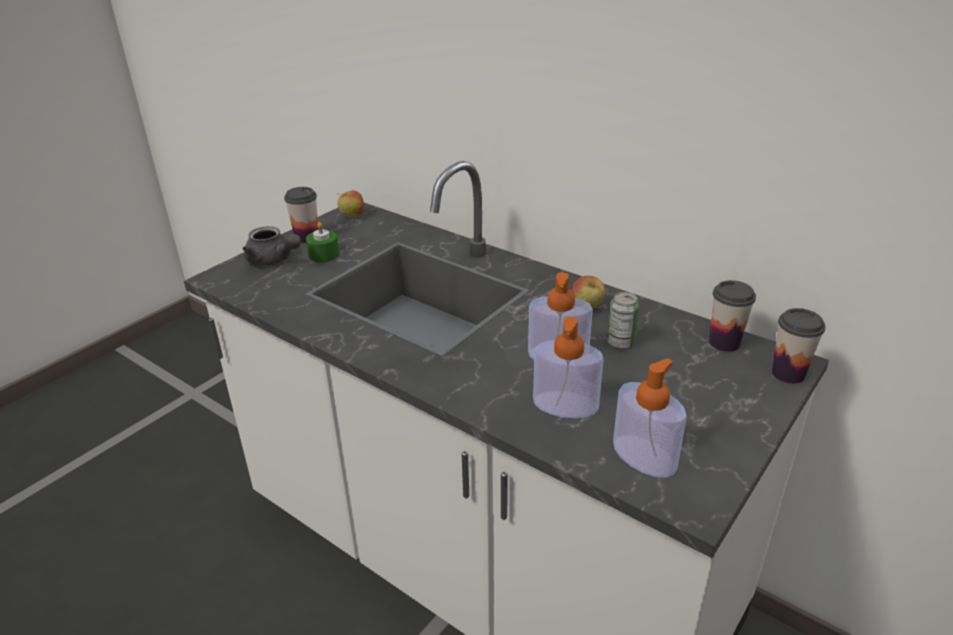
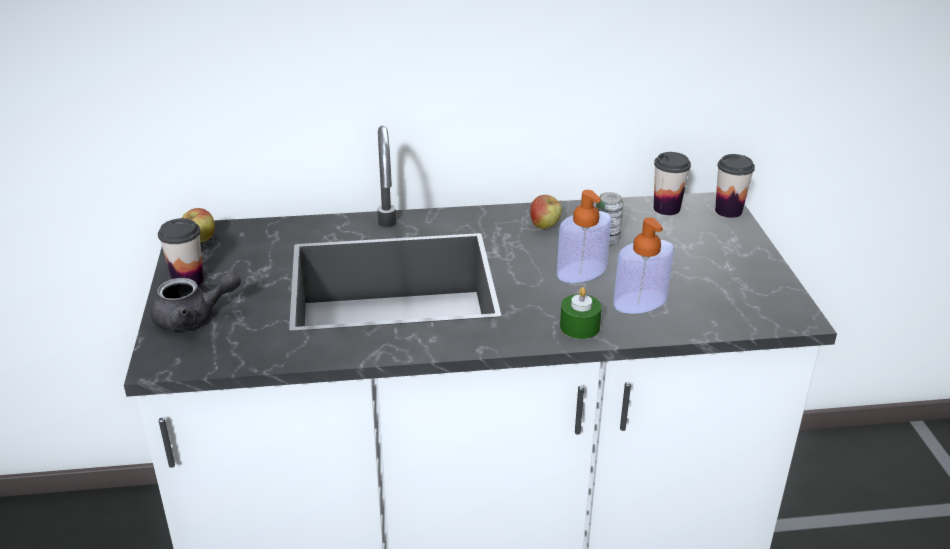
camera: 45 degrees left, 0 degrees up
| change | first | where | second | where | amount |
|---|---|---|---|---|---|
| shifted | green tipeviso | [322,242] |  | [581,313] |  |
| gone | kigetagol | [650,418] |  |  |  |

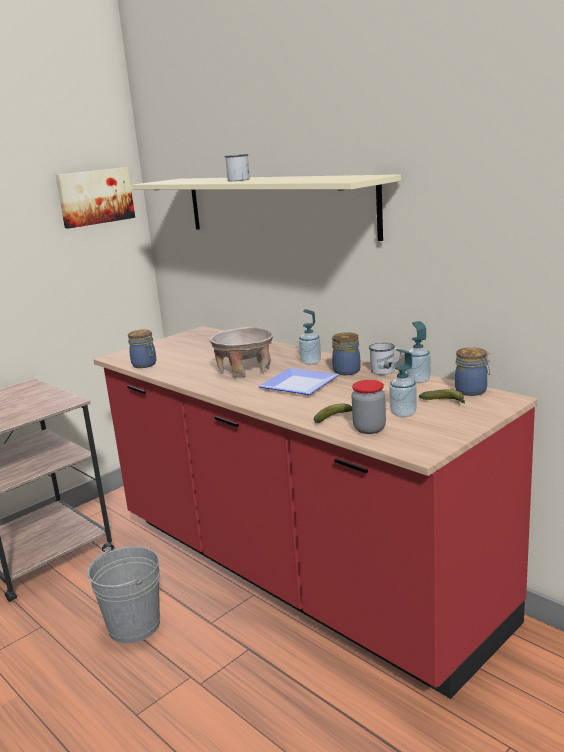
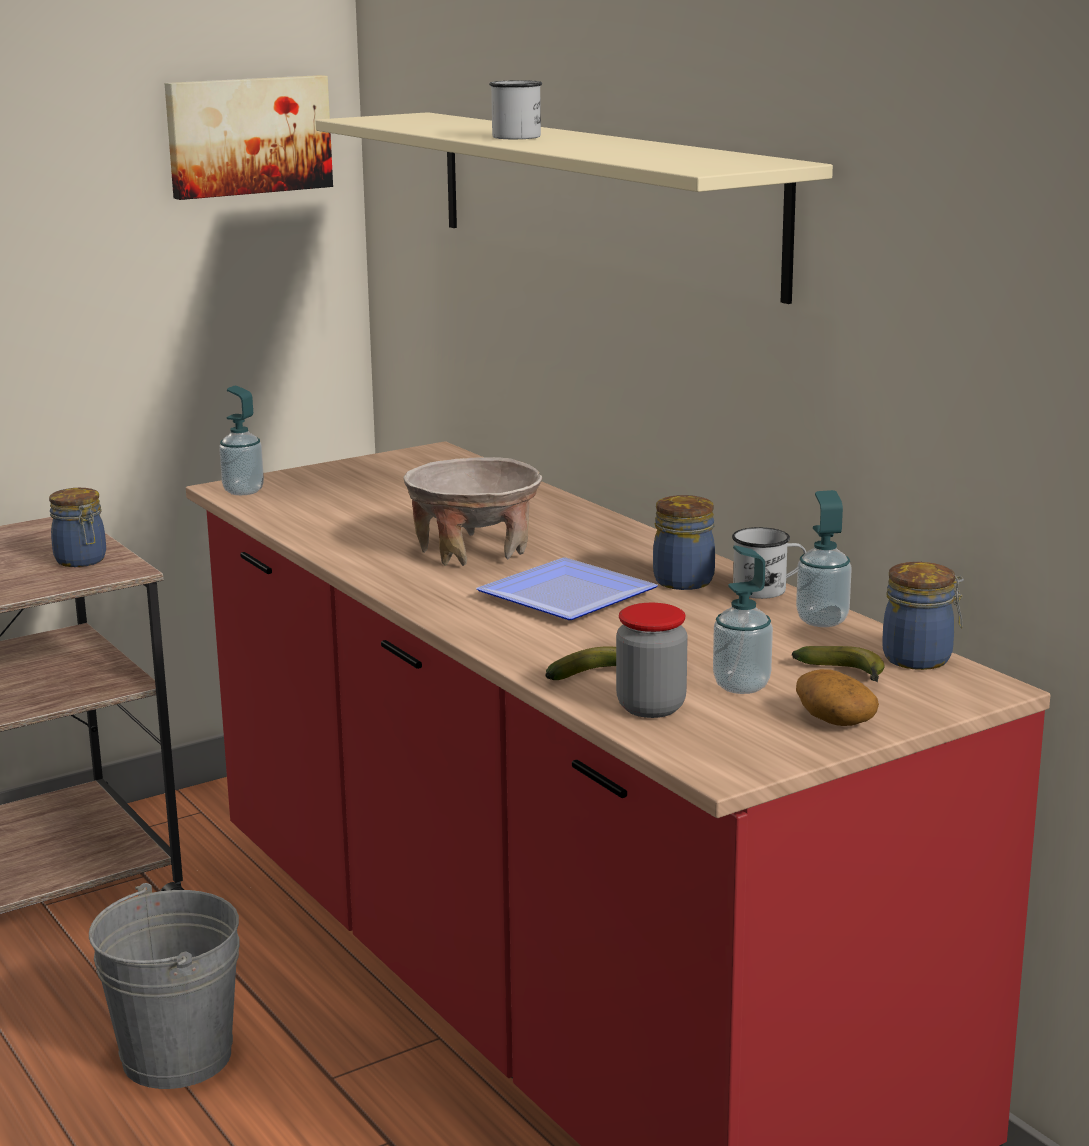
camera: 10 degrees right, 0 degrees up
| change | first | where | second | where | amount |
|---|---|---|---|---|---|
| shifted | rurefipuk | [142,348] |  | [77,527] |  |
| shifted | kigetagol | [310,337] |  | [241,440] |  |
| new |  |  | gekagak | [837,697] |  |

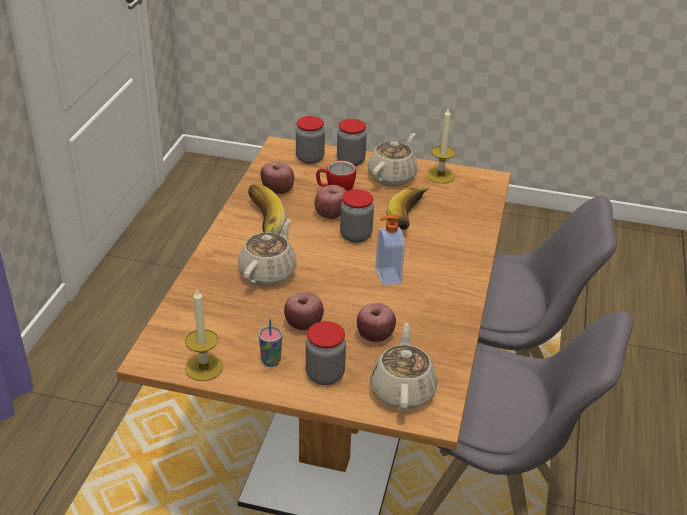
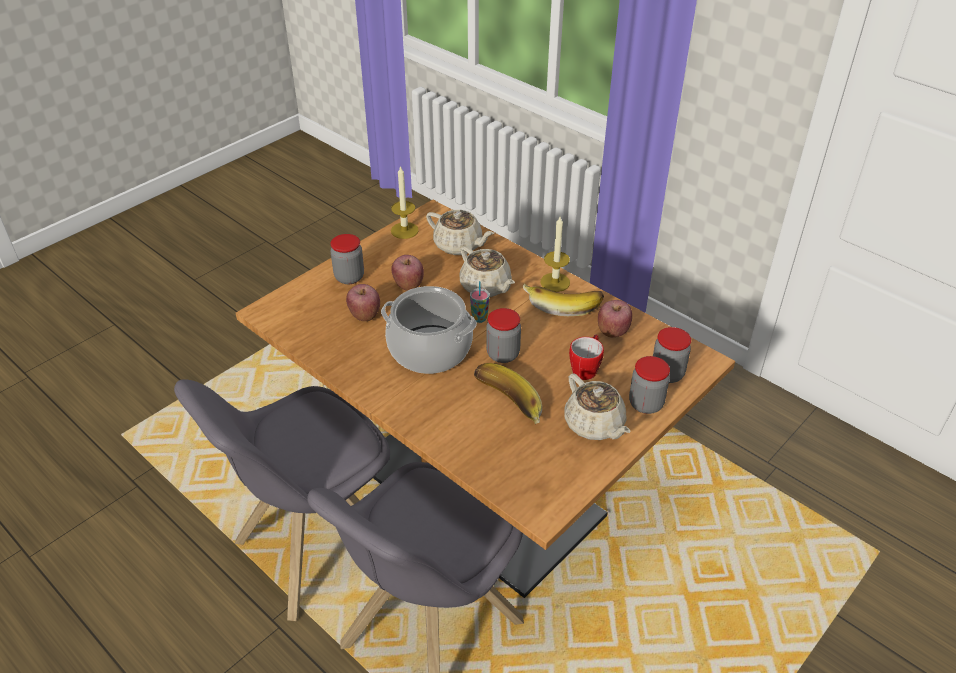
camera: 120 degrees right, 5 degrees up
| change | first | where | second | where | amount |
|---|---|---|---|---|---|
| swapped | kigetagol | [390,250] | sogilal | [429,330] |  |
| shifted | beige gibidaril | [404,367] |  | [460,232] |  |
| shifted | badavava | [270,343] |  | [479,302] |  |
| shifted | tipeviso | [441,146] |  | [555,254] |  |
| gone | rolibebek | [331,202] |  |  |  |

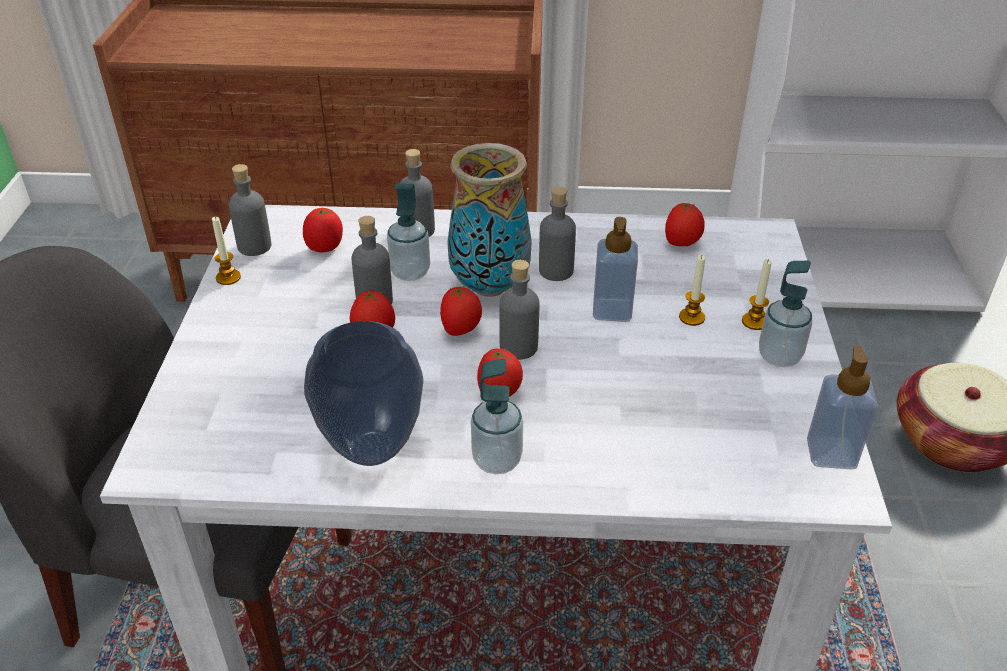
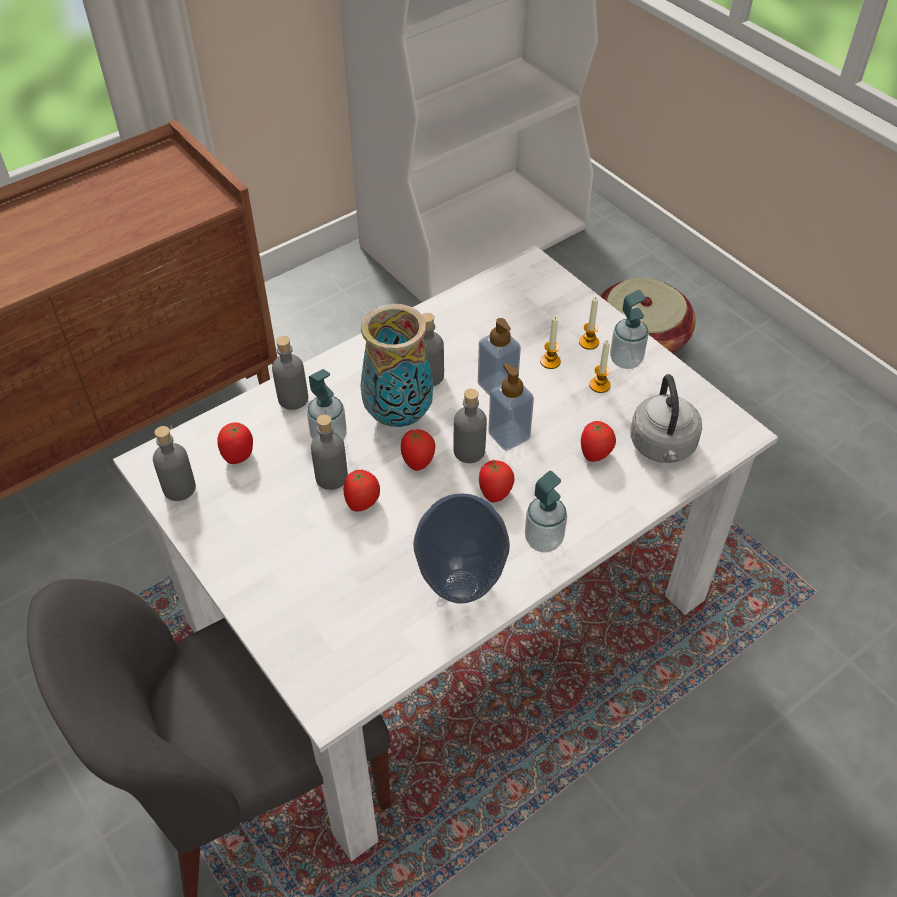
camera: 40 degrees left, 10 degrees up
| change | first | where | second | where | amount |
|---|---|---|---|---|---|
| shifted | kigetagol | [842,407] |  | [511,407] |  |
| shifted | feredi | [685,224] |  | [598,441] |  |
| shifted | tipeviso | [226,251] |  | [600,366] |  |
| new |  |  | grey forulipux | [666,418] |  |

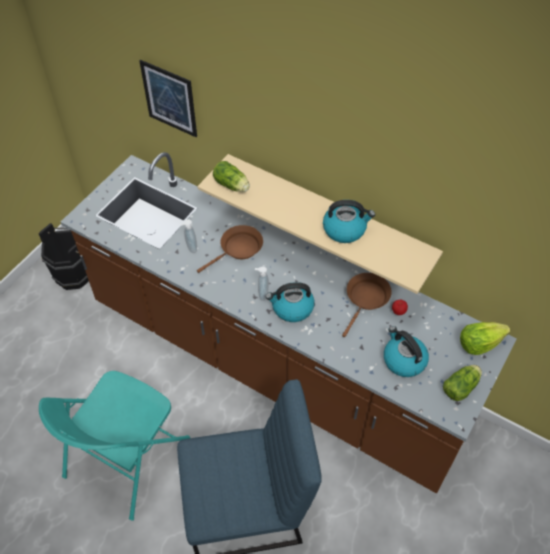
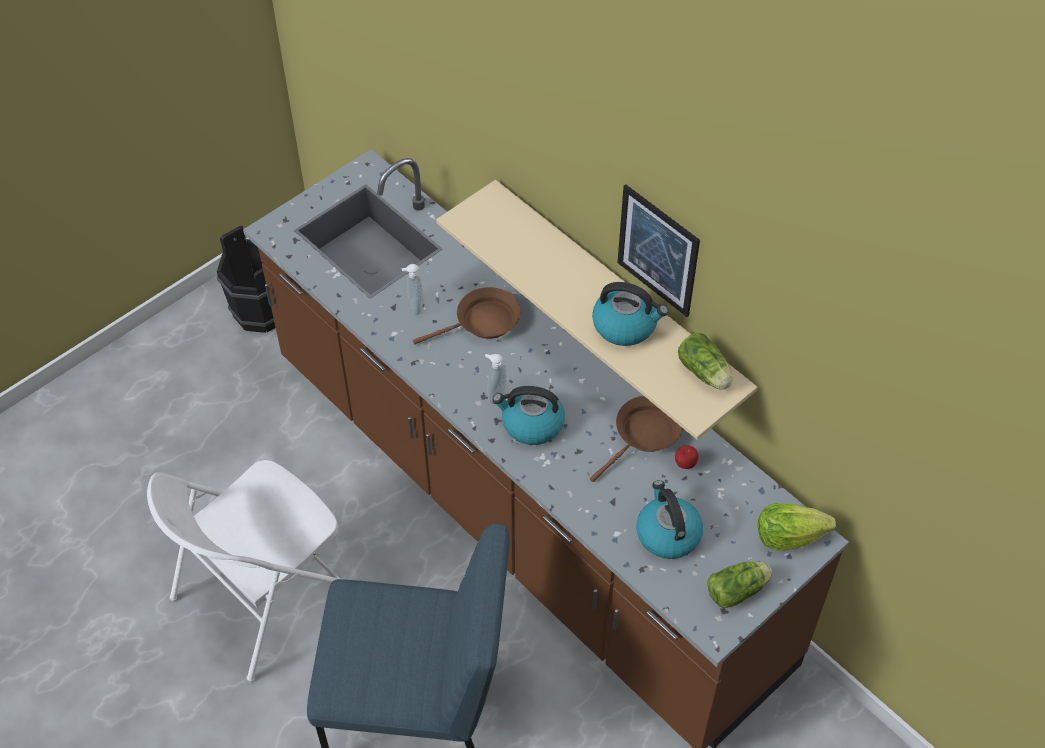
camera: 15 degrees right, 0 degrees up
| change | first | where | second | where | amount |
|---|---|---|---|---|---|
| repainted | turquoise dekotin | [114,446] | white dekotin | [243,571] |  |
| shifted | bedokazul | [168,98] |  | [658,251] |  |
| shifted | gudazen | [231,176] |  | [705,361] |  |

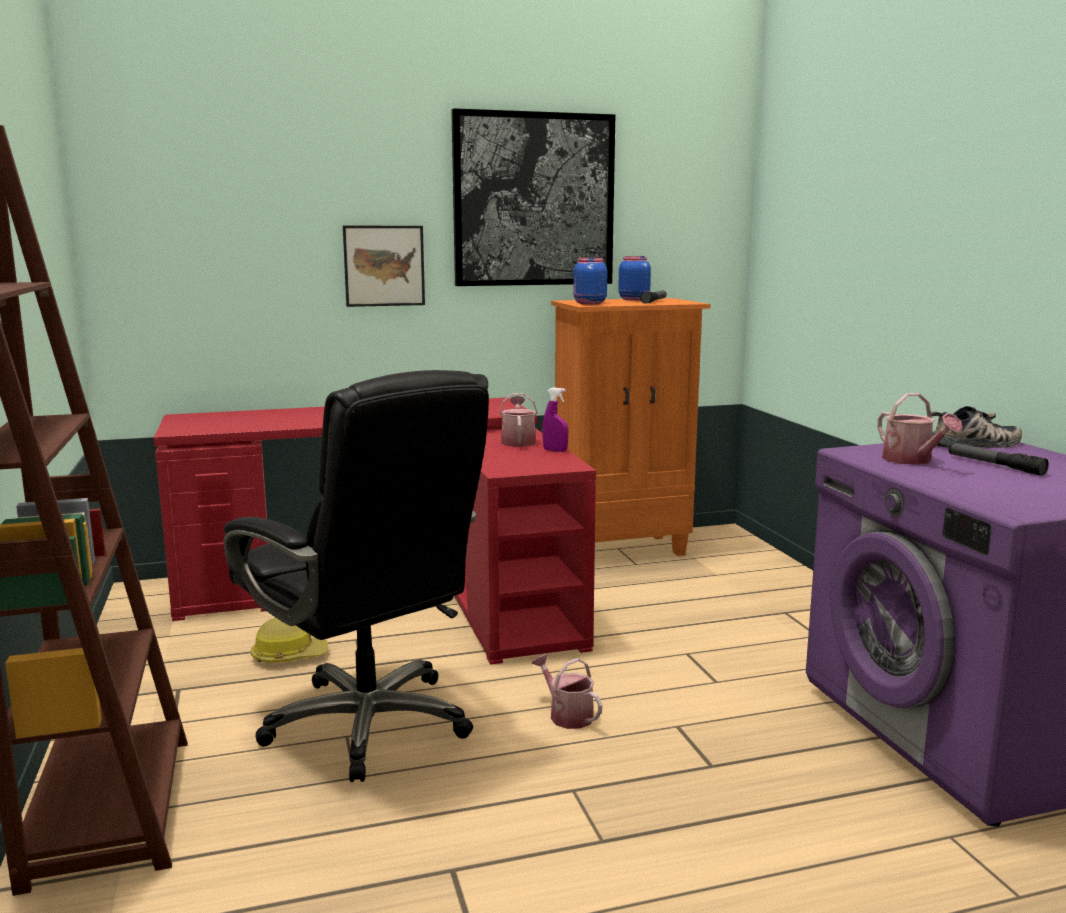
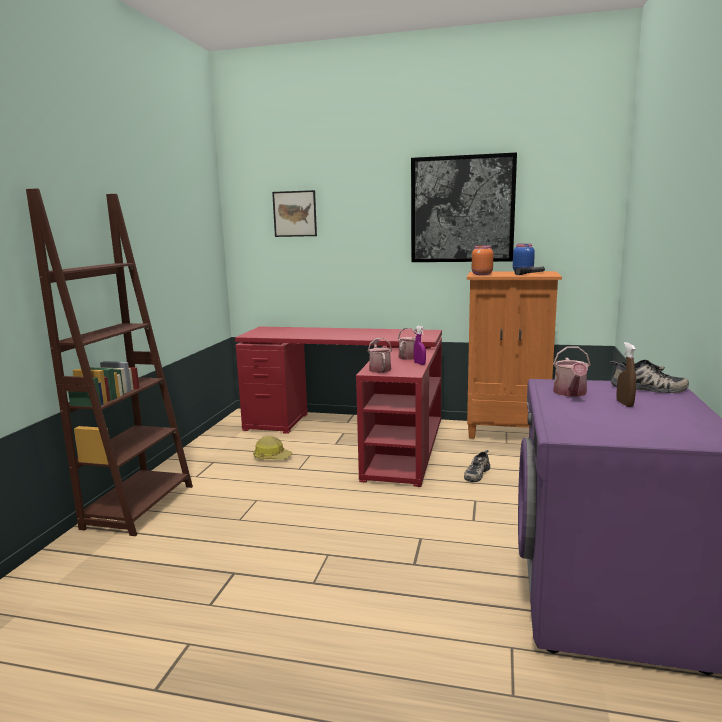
camera: 30 degrees right, 0 degrees up
| change | first | where | second | where | amount |
|---|---|---|---|---|---|
| shifted | bedokazul | [384,266] |  | [294,213] |  |
| shifted | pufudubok | [567,691] |  | [380,355] |  |
| new |  |  | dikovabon | [477,466] |  |
| repainted | blue rurefipuk | [590,281] | orange rurefipuk | [483,260] |  |
| swapped | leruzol | [999,459] | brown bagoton | [626,374] |  |
| gone | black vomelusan | [356,576] |  |  |  |

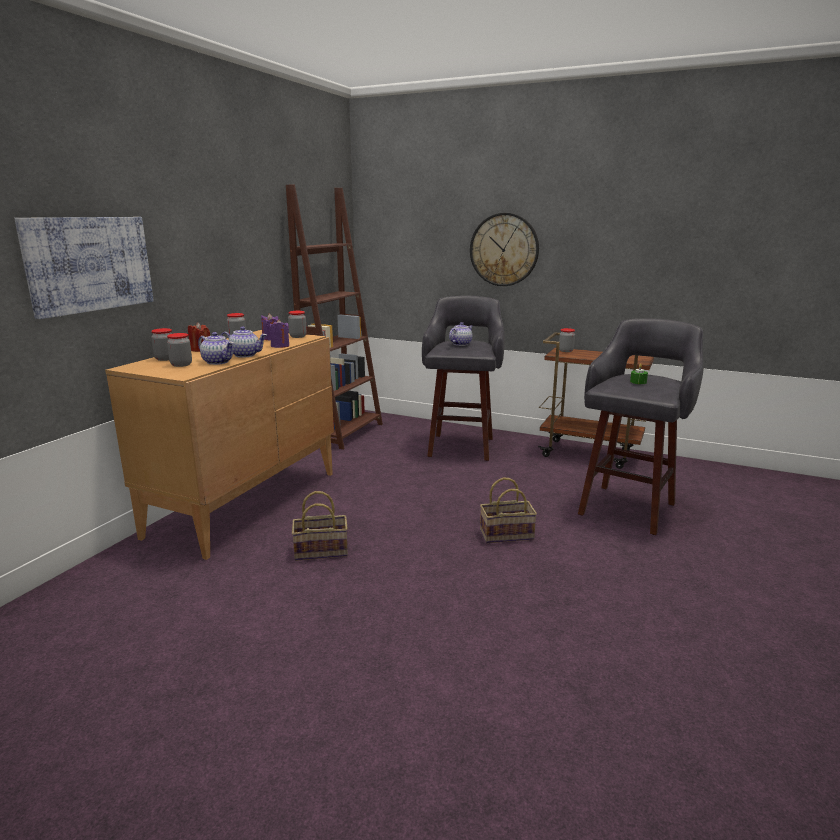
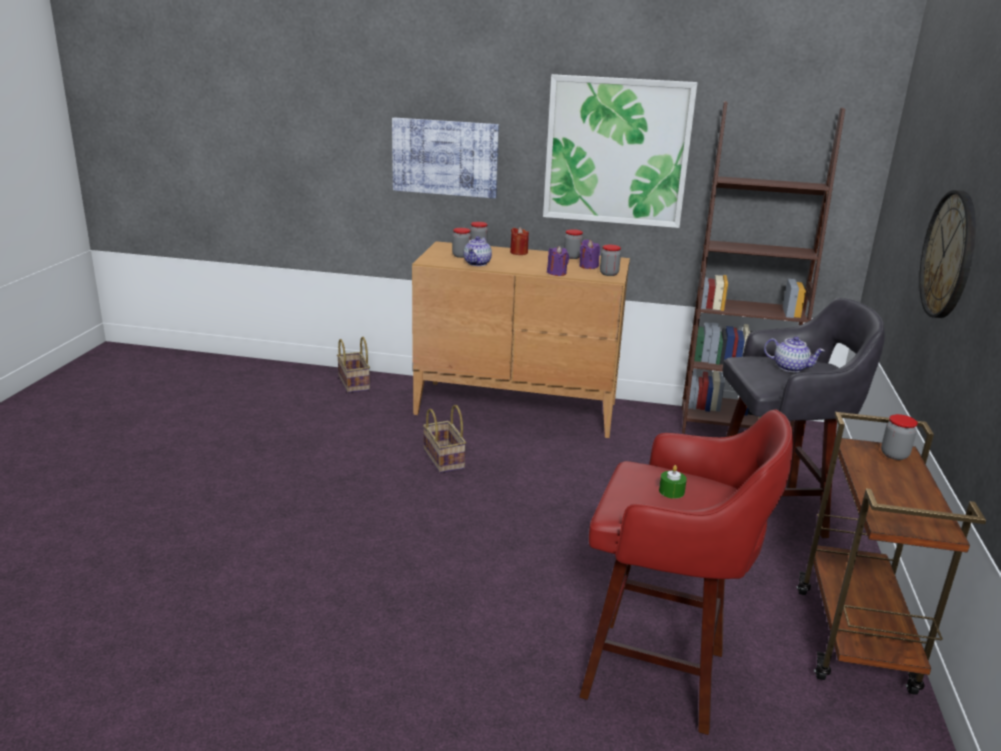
camera: 75 degrees right, 5 degrees up
| change | first | where | second | where | amount |
|---|---|---|---|---|---|
| shifted | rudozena | [508,510] |  | [353,365] |  |
| new |  |  | bedokazul | [620,151] |  |
| repainted | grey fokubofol | [641,427] | red fokubofol | [686,572] |  |
| gone | gibidaril | [244,342] |  |  |  |

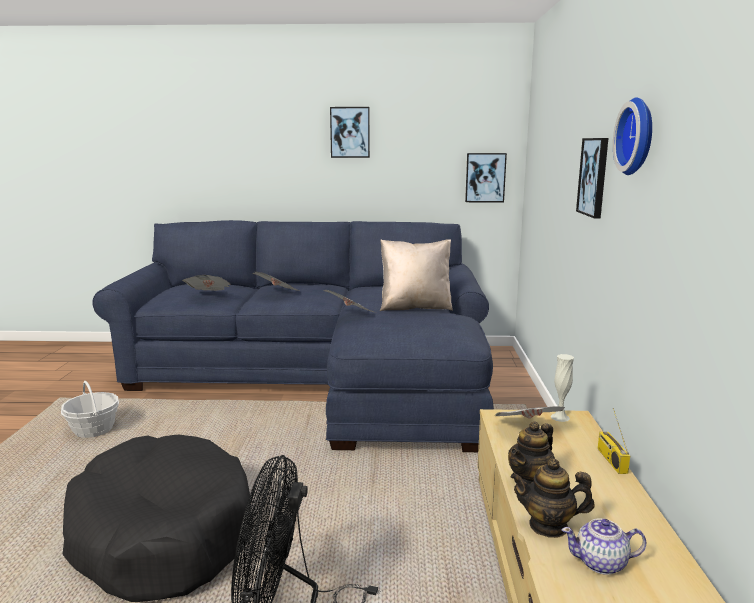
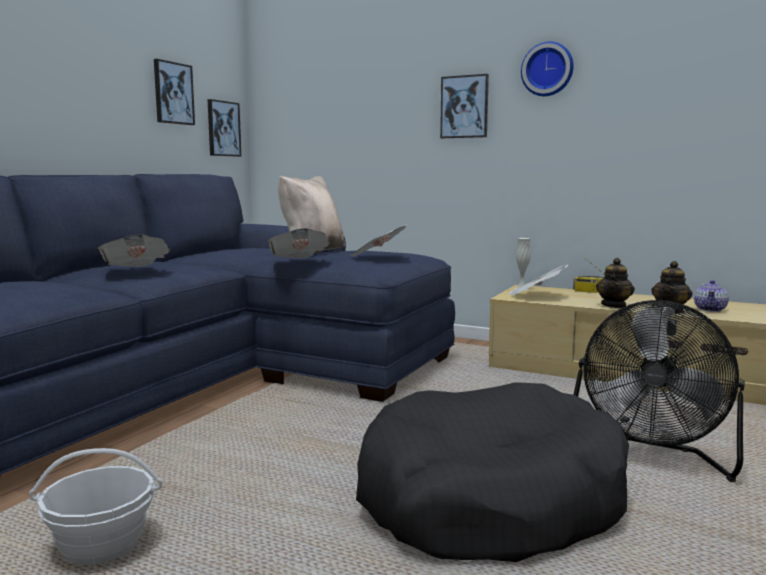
camera: 65 degrees left, 5 degrees down
| change | first | where | second | where | amount |
|---|---|---|---|---|---|
| shifted | bedokazul | [350,132] |  | [174,92] |  |
| shifted | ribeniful | [206,283] |  | [378,240] |  |
| rotated | gibidaril | [531,453] |  | [615,283] | 45 degrees clockwise |

